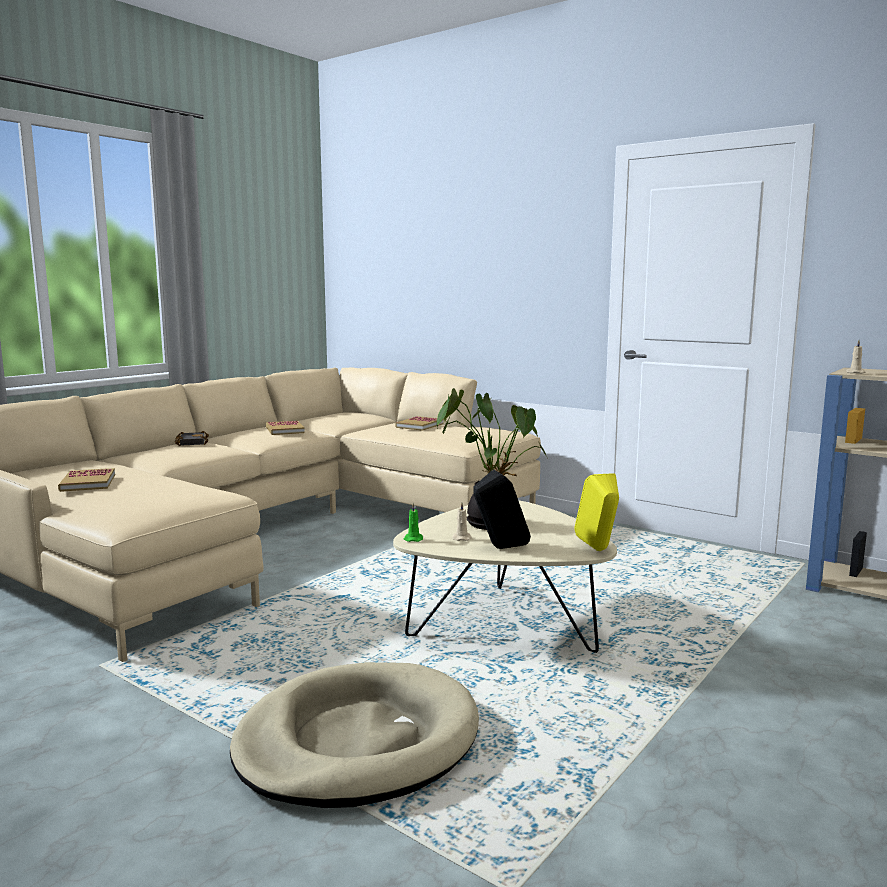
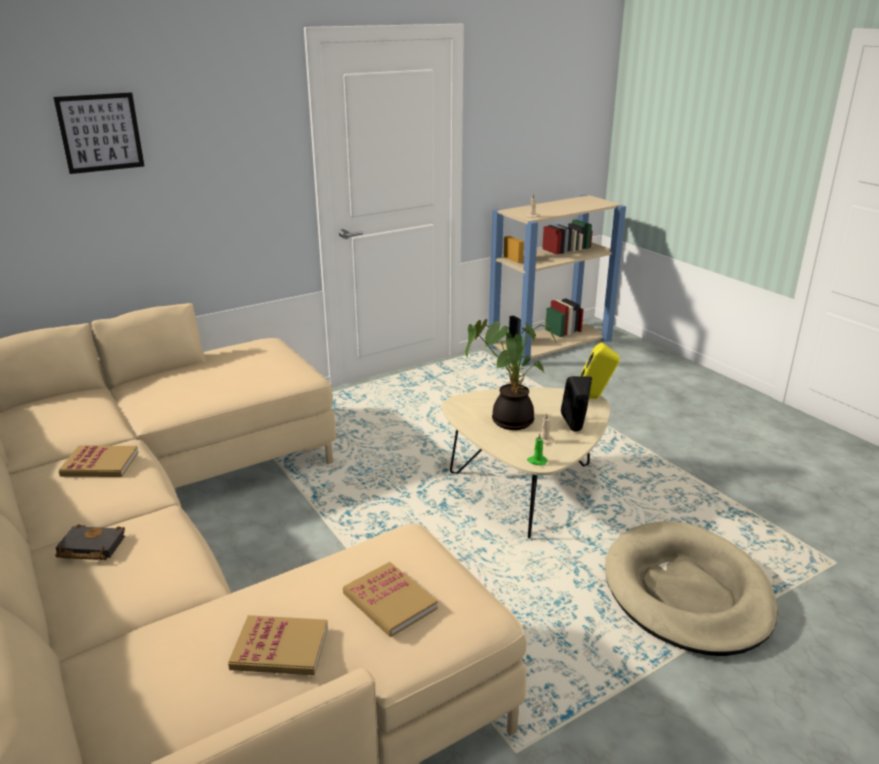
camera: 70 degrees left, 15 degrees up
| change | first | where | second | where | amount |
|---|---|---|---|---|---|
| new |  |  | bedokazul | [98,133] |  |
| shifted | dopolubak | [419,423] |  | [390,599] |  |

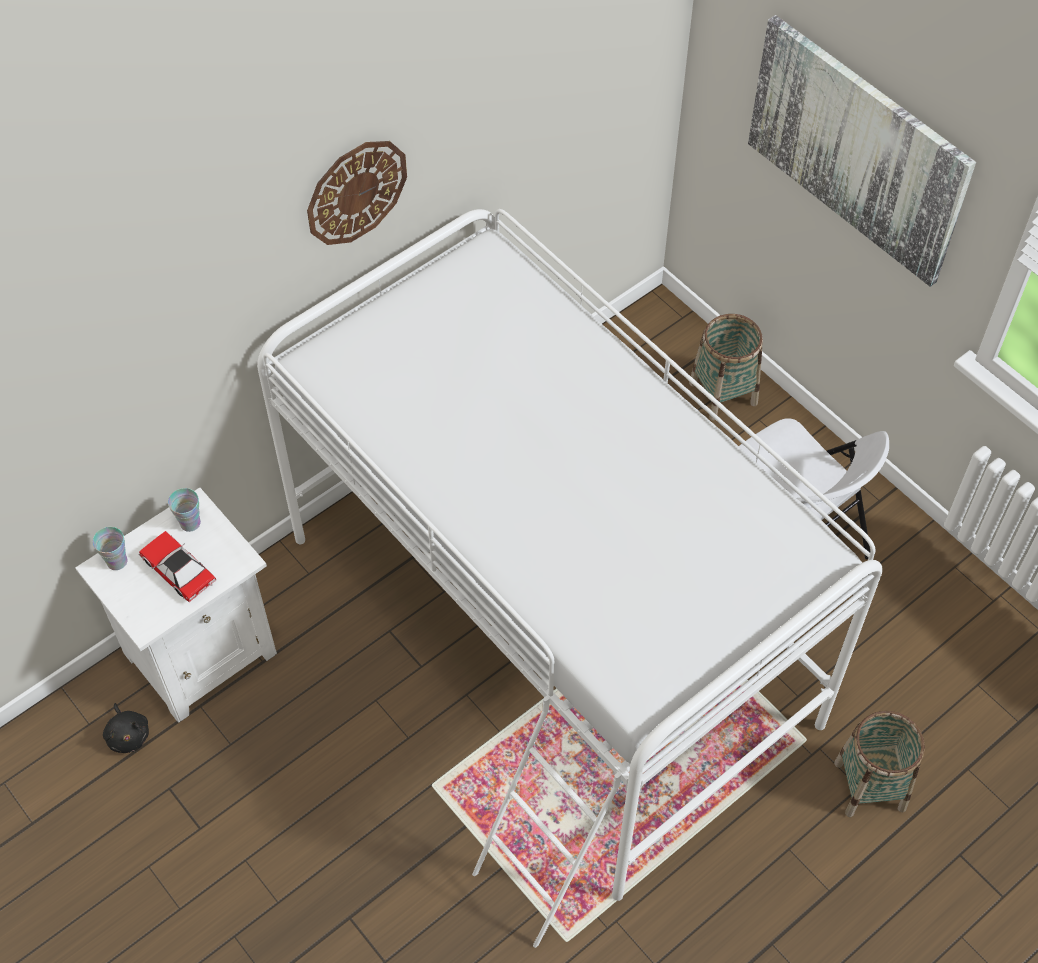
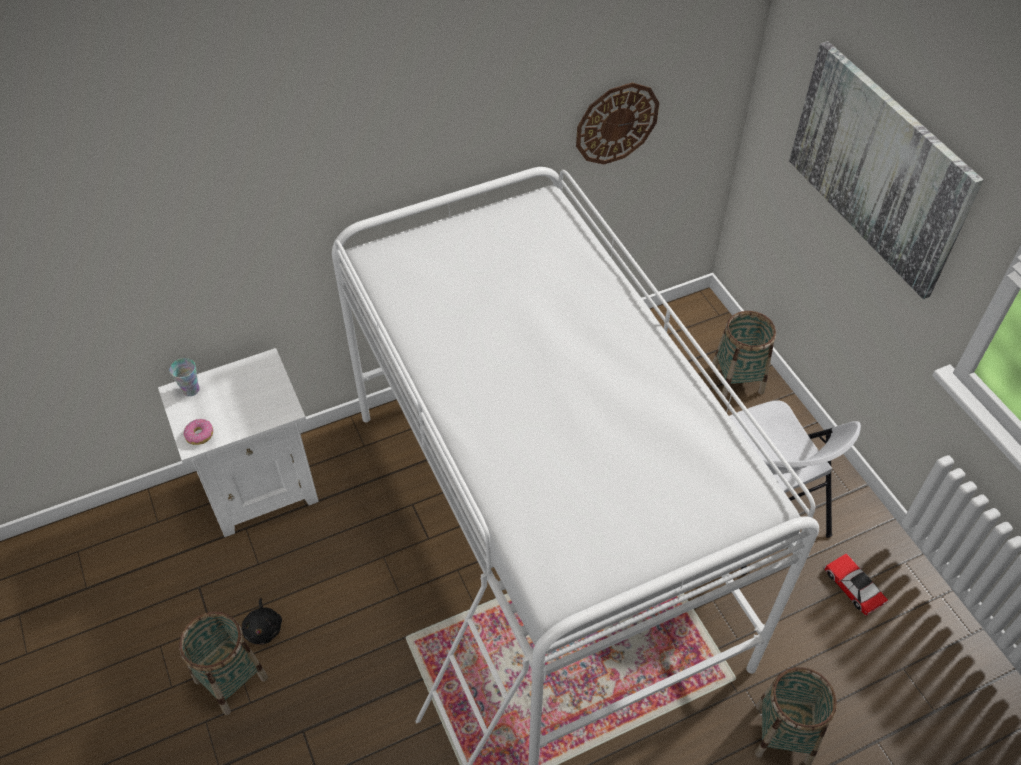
camera: 15 degrees right, 5 degrees down
| change | first | where | second | where | amount |
|---|---|---|---|---|---|
| new |  |  | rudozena | [223,663] |  |
| new |  |  | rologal | [198,432] |  |
| shifted | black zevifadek | [126,728] |  | [261,621] |  |
| shifted | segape | [357,193] |  | [617,123] |  |
| shifted | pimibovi | [178,566] |  | [855,585] |  |
| gone | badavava | [184,510] |  |  |  |

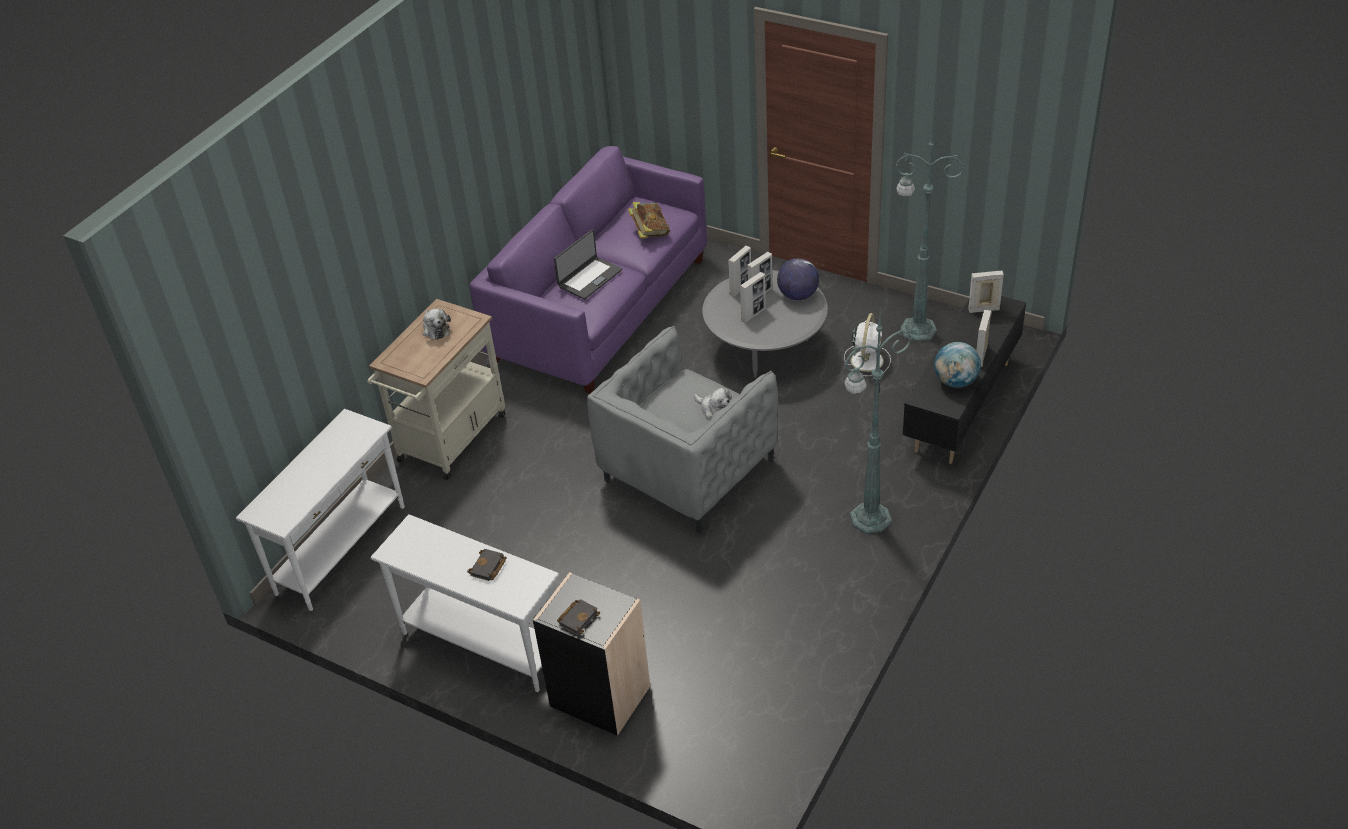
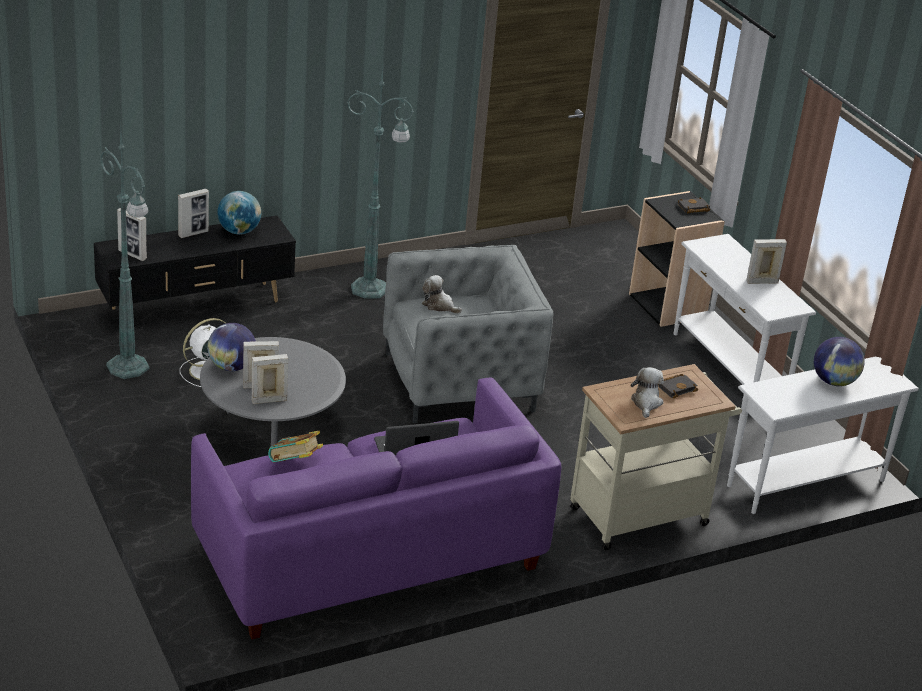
camera: 150 degrees left, 10 degrees down
| change | first | where | second | where | amount |
|---|---|---|---|---|---|
| rotated | zevifadek | [713,403] |  | [442,294] | 45 degrees counterclockwise |
| shifted | black dopolubak | [487,565] |  | [678,386] |  |
| shifted | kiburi | [753,297] |  | [766,261] |  |
| new |  |  | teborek | [839,361] |  |

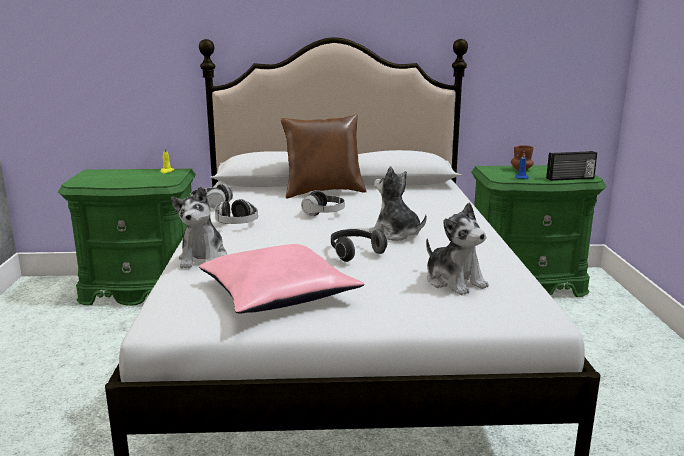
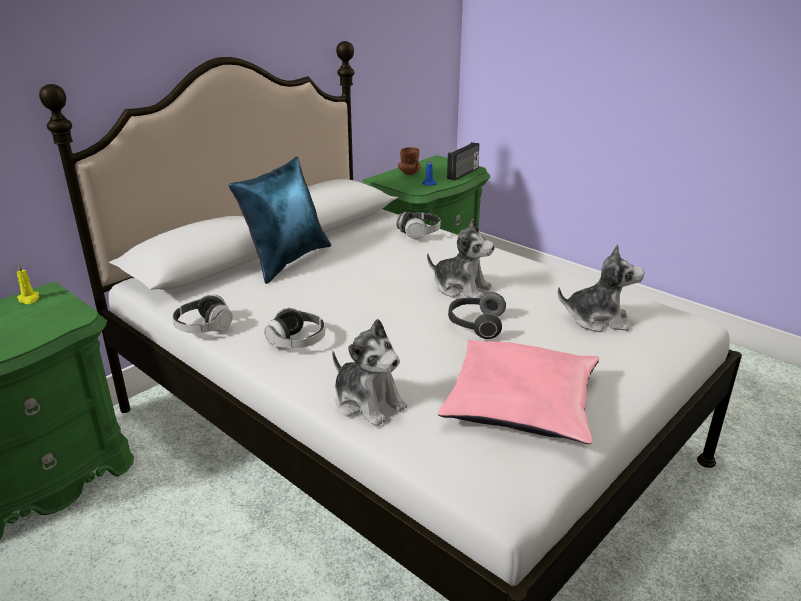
camera: 45 degrees left, 10 degrees up
| change | first | where | second | where | amount |
|---|---|---|---|---|---|
| repainted | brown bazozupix | [324,156] | blue bazozupix | [280,220] |  |
| shifted | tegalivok | [323,203] |  | [418,225] |  |
| rotated | zevifadek | [398,203] |  | [461,258] | 150 degrees counterclockwise |

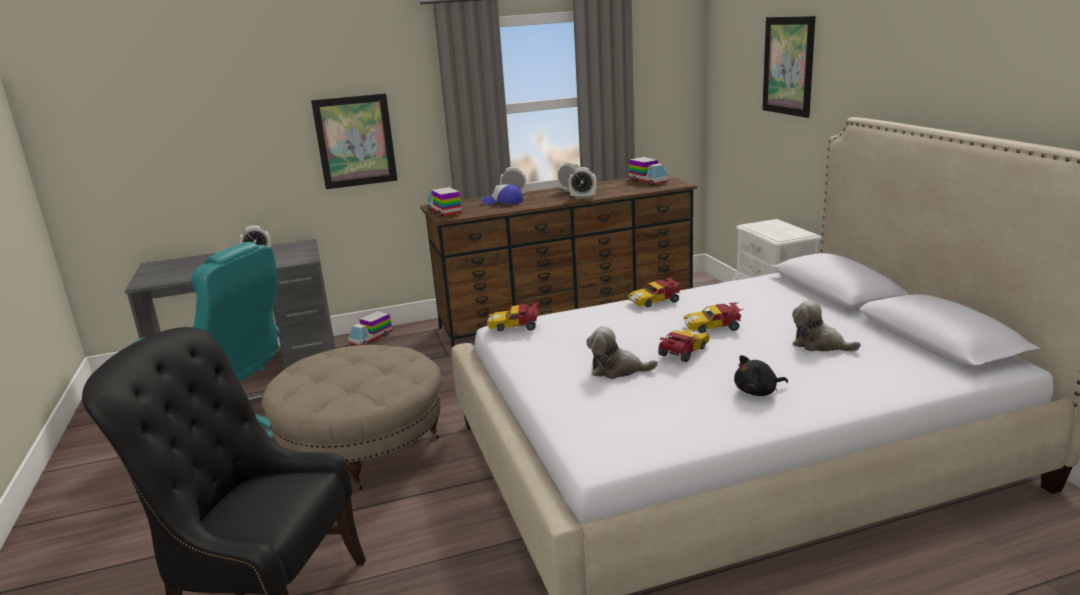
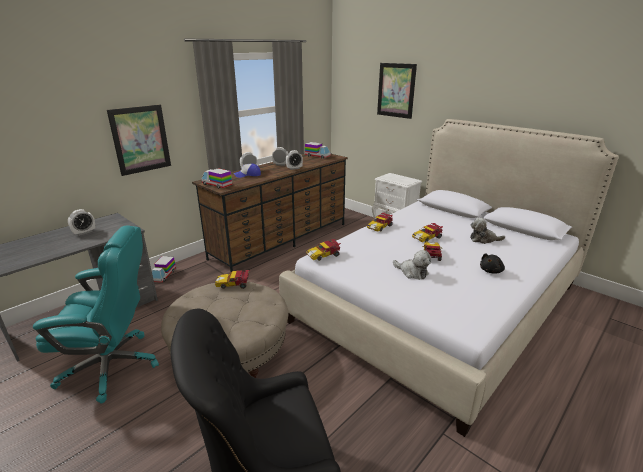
camera: 30 degrees left, 5 degrees up
| change | first | where | second | where | amount |
|---|---|---|---|---|---|
| new |  |  | pimibovi | [232,279] |  |
| rotated | zevifadek | [622,352] |  | [412,265] | 120 degrees counterclockwise |

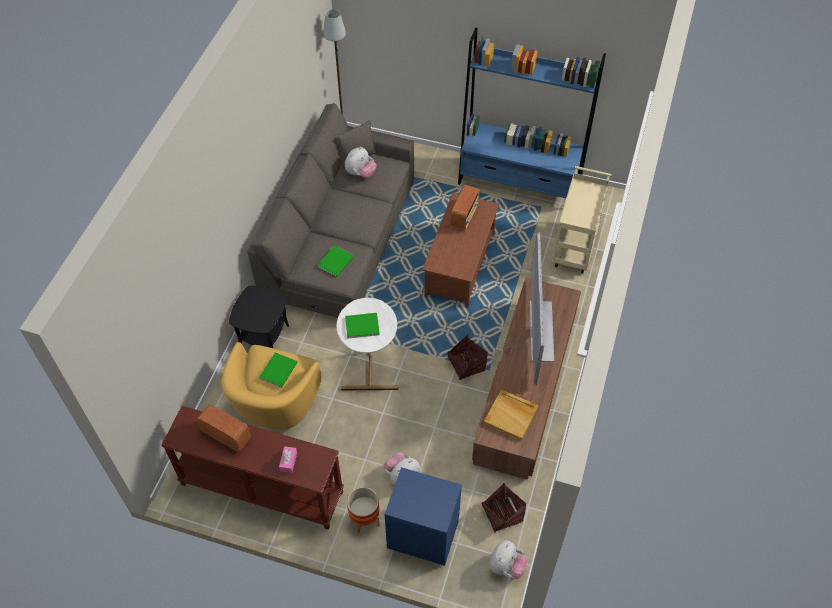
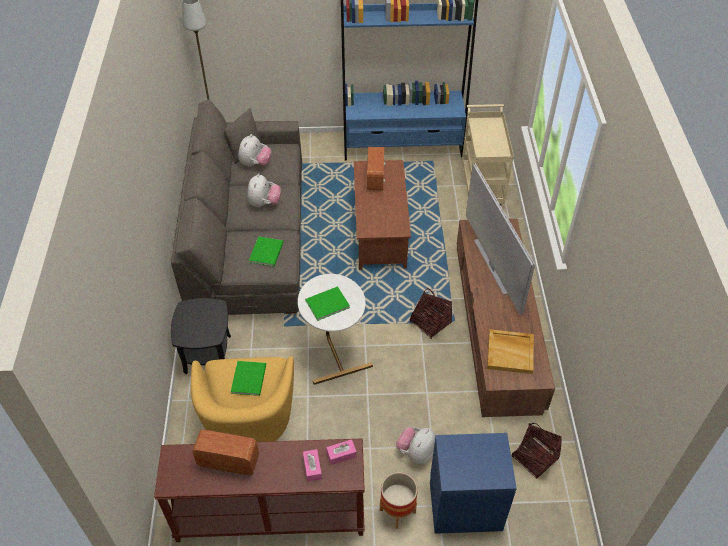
camera: 20 degrees left, 5 degrees down
| change | first | where | second | where | amount |
|---|---|---|---|---|---|
| shifted | zevifadek | [508,559] |  | [264,190] |  |
| new |  |  | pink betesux | [341,452] |  |

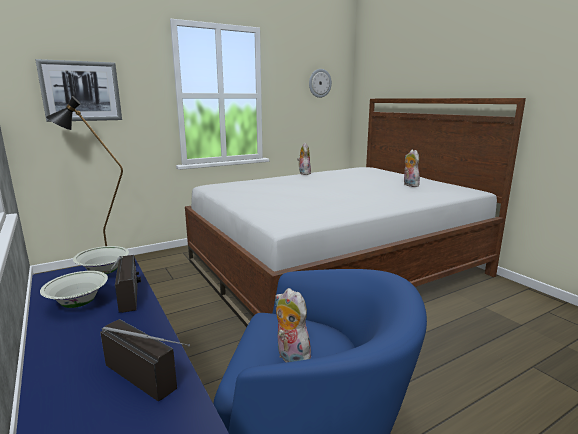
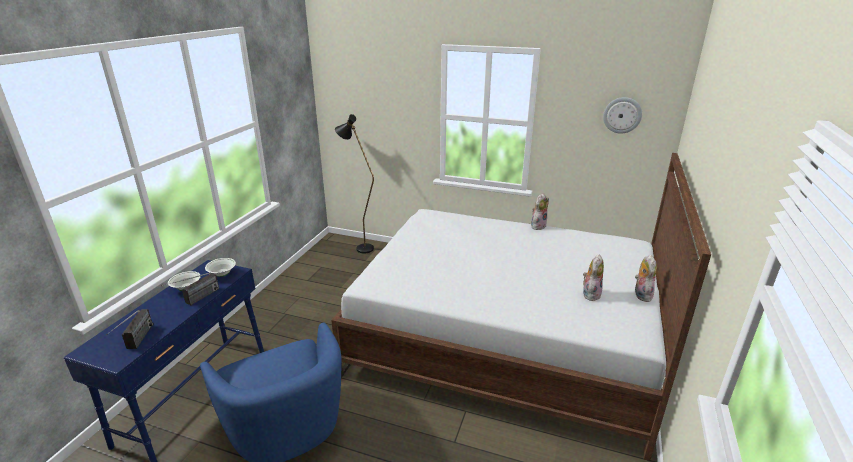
camera: 50 degrees right, 10 degrees up
| change | first | where | second | where | amount |
|---|---|---|---|---|---|
| shifted | zevifadek | [293,325] |  | [645,278] |  |
| gone | bedokazul | [78,90] |  |  |  |

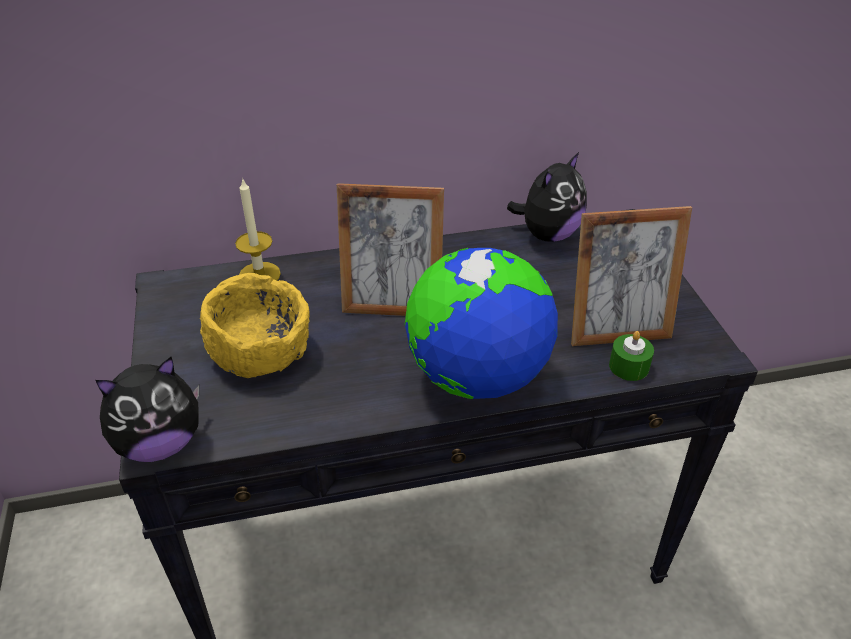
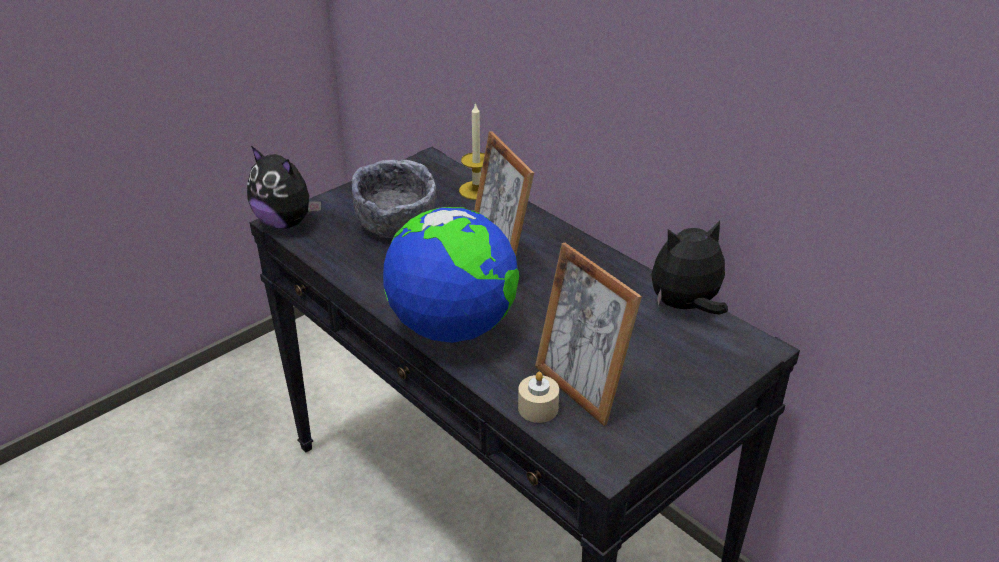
camera: 60 degrees right, 5 degrees down
| change | first | where | second | where | amount |
|---|---|---|---|---|---|
| repainted | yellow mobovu | [255,325] | grey mobovu | [394,199] |  |
| repainted | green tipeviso | [631,356] | beige tipeviso | [538,397] |  |
| rotated | zevifadek | [547,197] |  | [689,267] | 150 degrees clockwise |

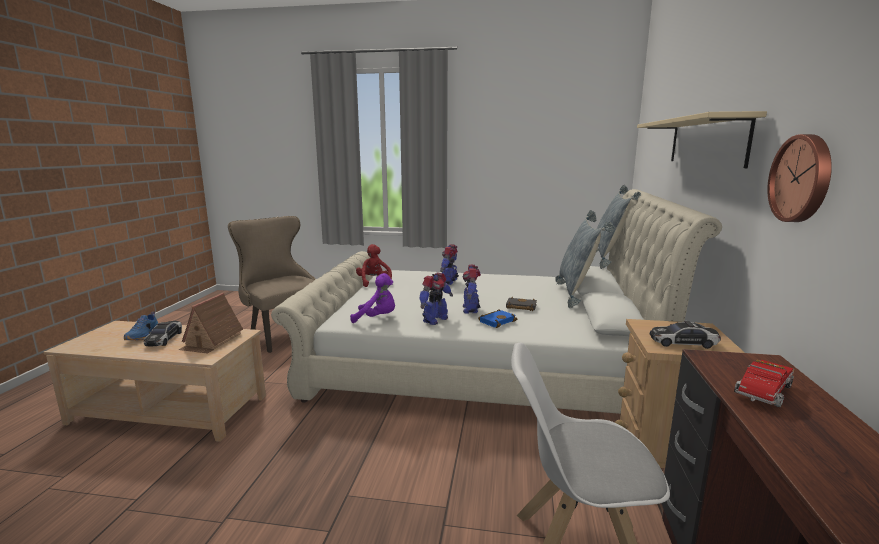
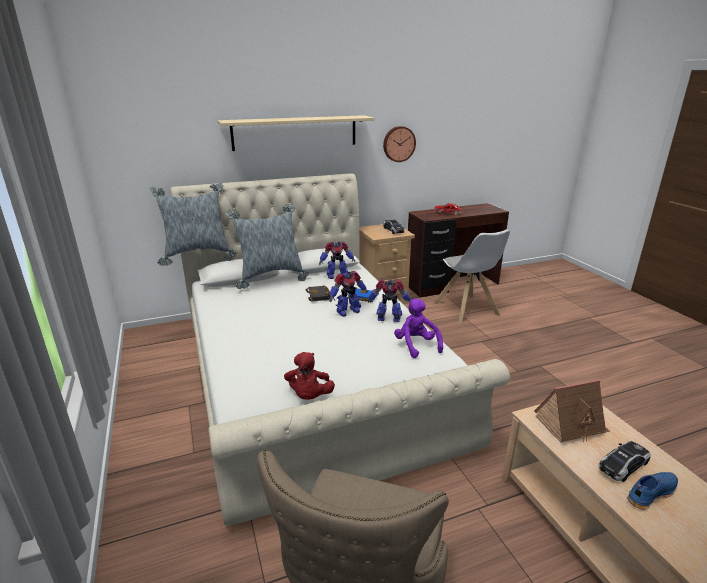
camera: 120 degrees left, 10 degrees up
| change | first | where | second | where | amount |
|---|---|---|---|---|---|
| rotated | red zevifadek | [374,265] |  | [309,376] | 45 degrees counterclockwise |
| shifted | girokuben | [449,264] |  | [337,260] |  |

